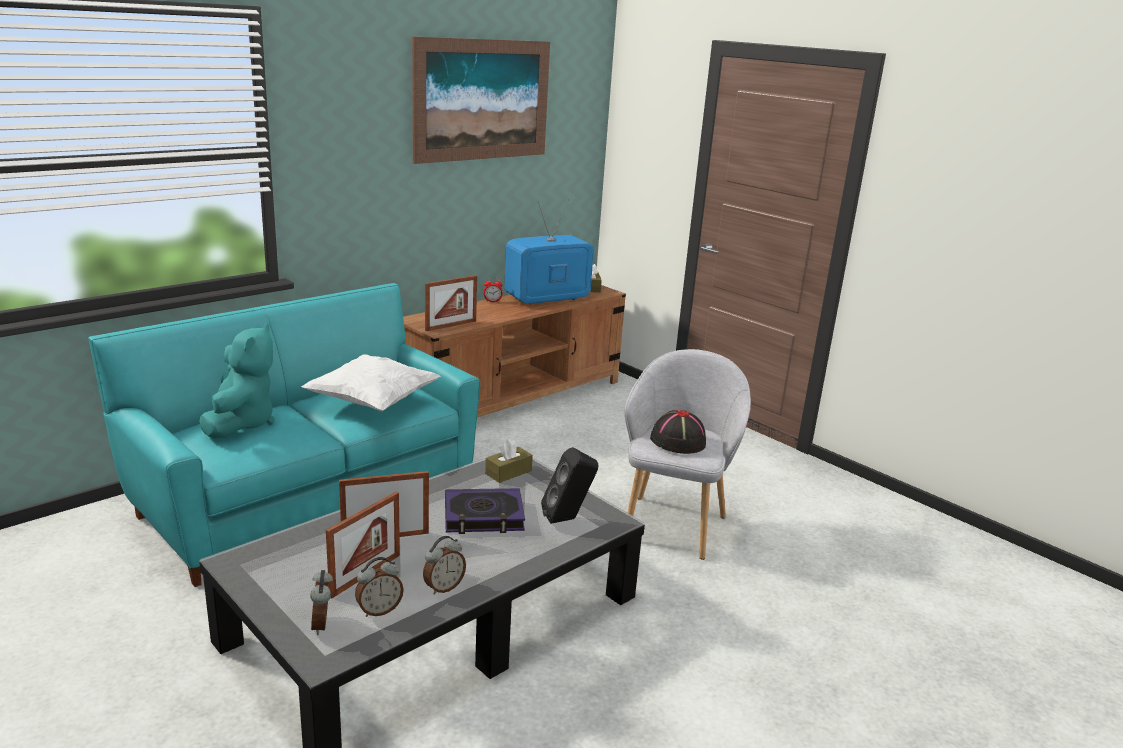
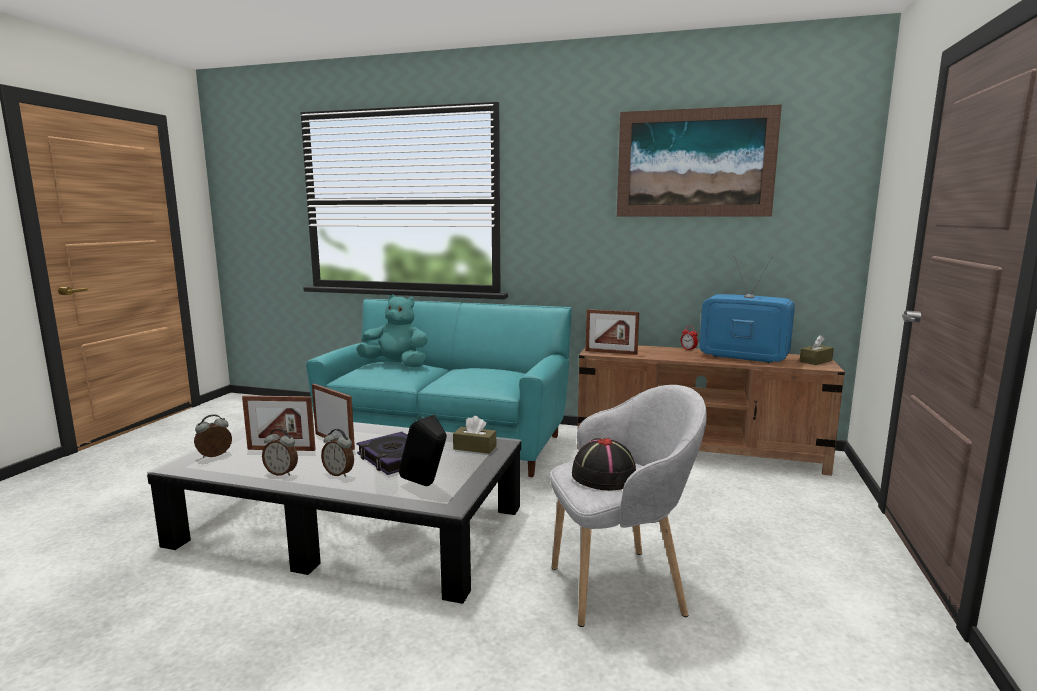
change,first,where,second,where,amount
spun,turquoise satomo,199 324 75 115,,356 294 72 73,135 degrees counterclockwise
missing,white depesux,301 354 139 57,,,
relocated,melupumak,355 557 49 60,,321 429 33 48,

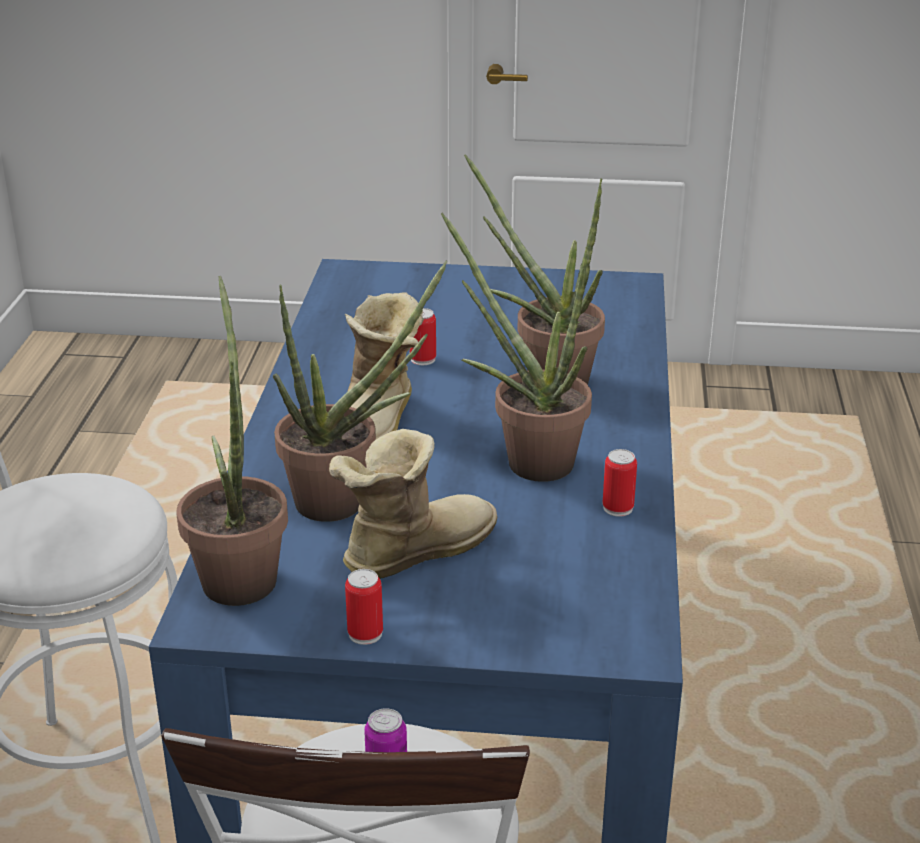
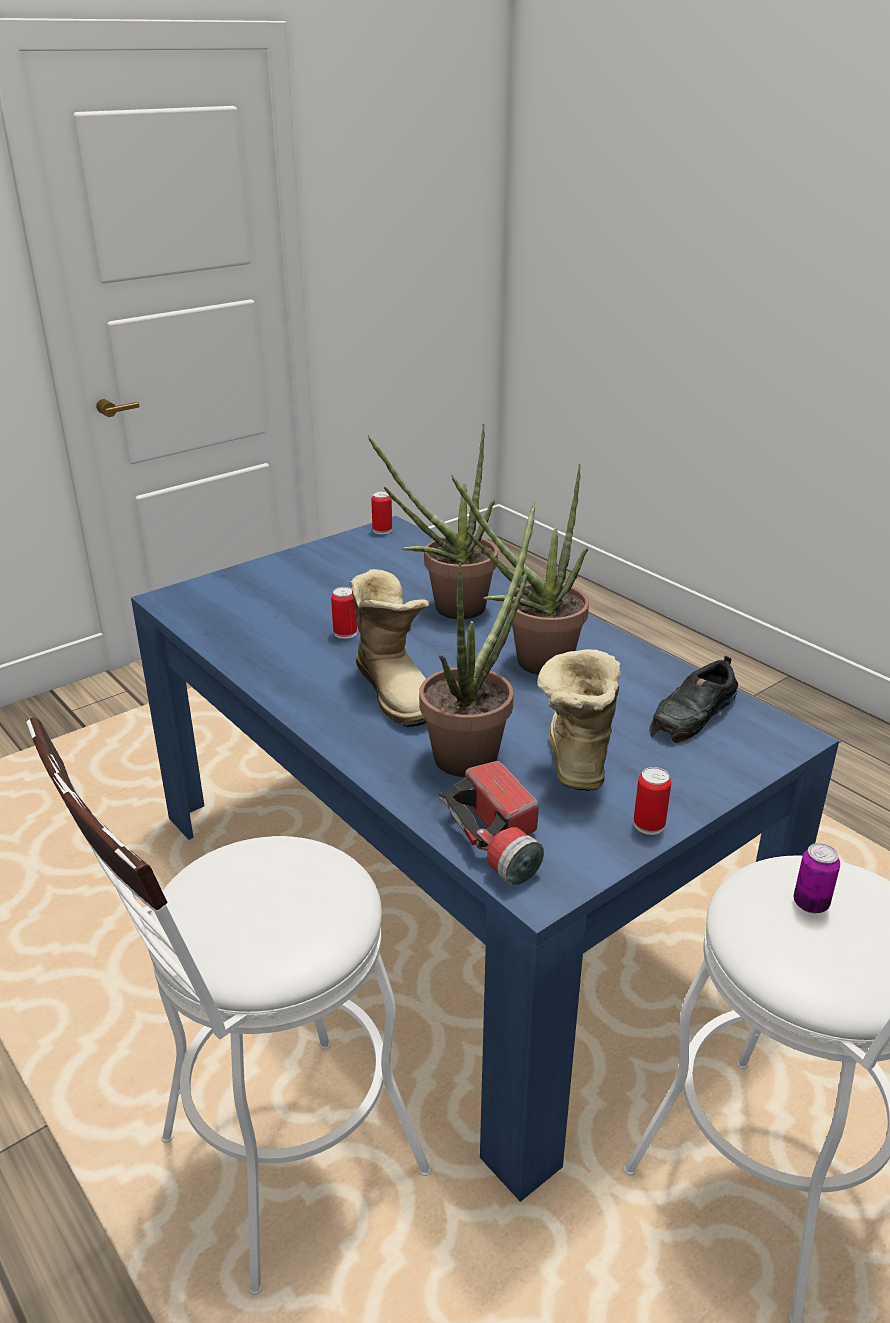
change,first,where,second,where,amount
exchanged,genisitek,176 276 112 330,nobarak,439 761 105 125,
relocated,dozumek,603 449 34 68,,371 491 21 44,
appeared,,,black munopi,649 655 89 88,

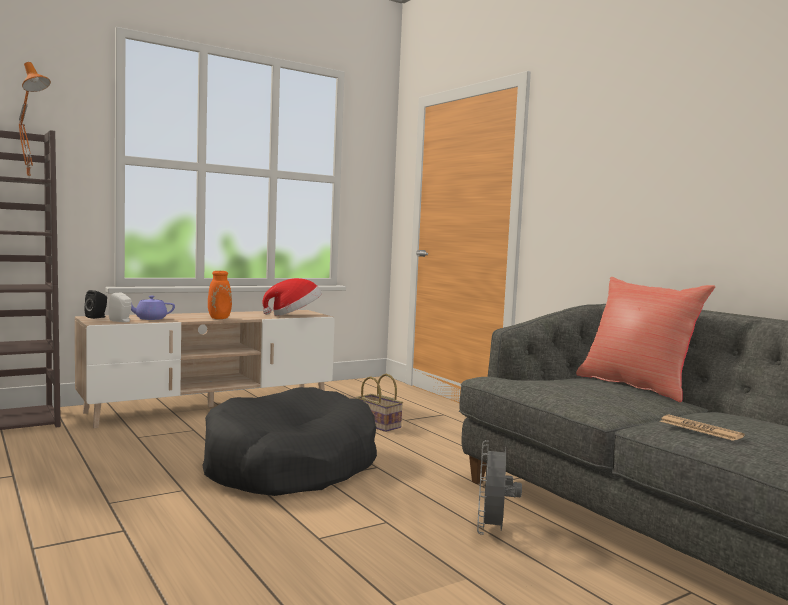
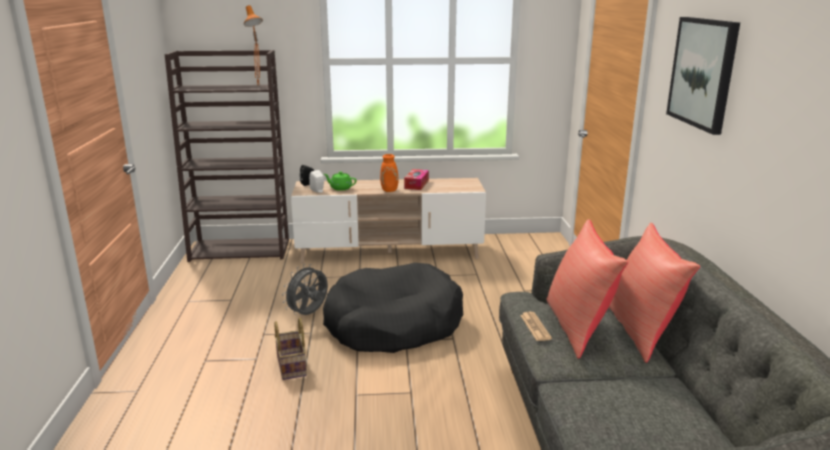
change,first,where,second,where,amount
colour,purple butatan,131 296 44 24,green butatan,324 172 33 19,
missing,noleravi,262 278 60 38,,,
relocated,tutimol,355 373 48 59,,274 317 33 63,
relocated,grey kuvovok,477 440 45 95,,282 264 46 51,
relocated,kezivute,660 415 84 26,,520 312 32 29,
appeared,,,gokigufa,404 169 25 21,
appeared,,,red depesux,546 219 82 140,
appeared,,,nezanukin,666 17 74 118,

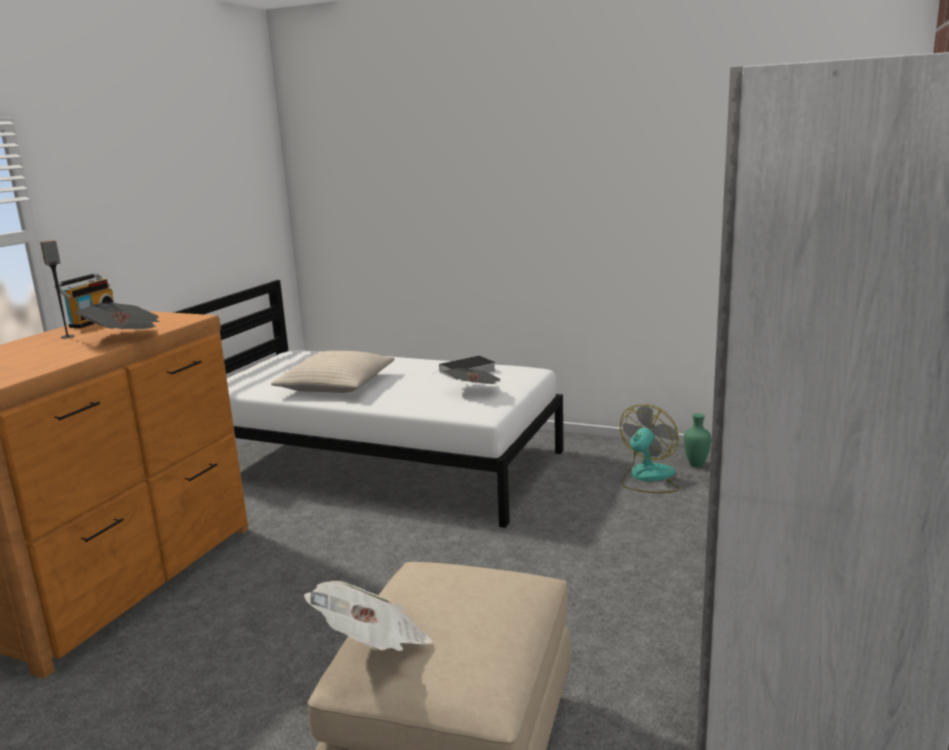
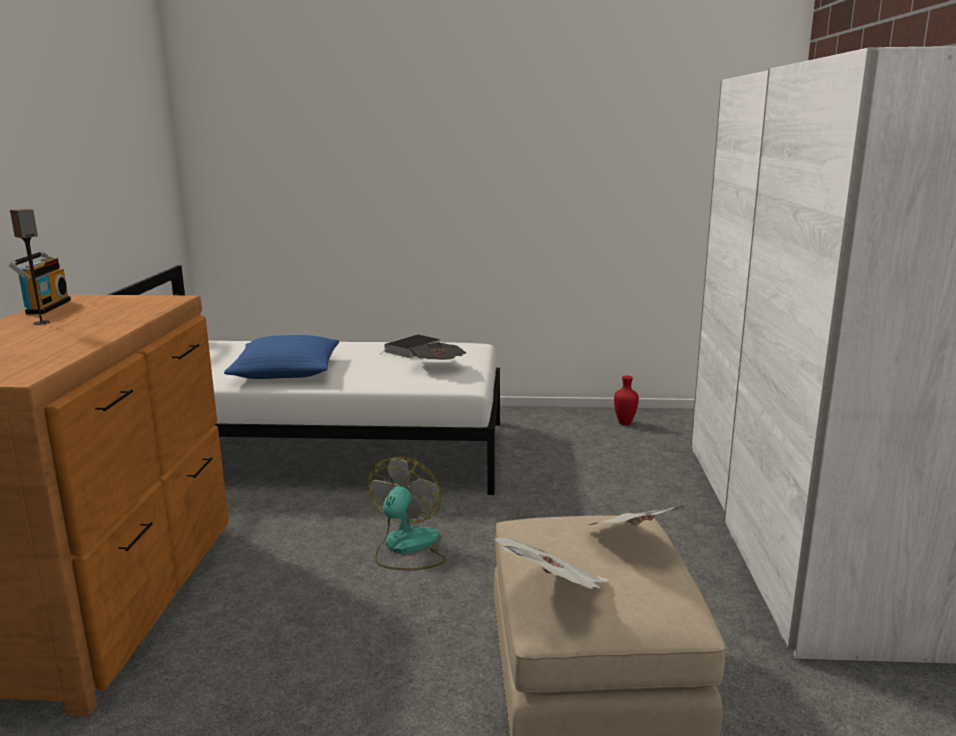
change,first,where,second,where,amount
relocated,kezivute,76 303 84 26,,589 506 96 20,
colour,beige depesux,271 351 124 42,blue depesux,224 335 115 44,
relocated,kuvovok,620 404 59 89,,368 457 78 113,
colour,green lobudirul,684 413 27 54,red lobudirul,614 376 25 49,

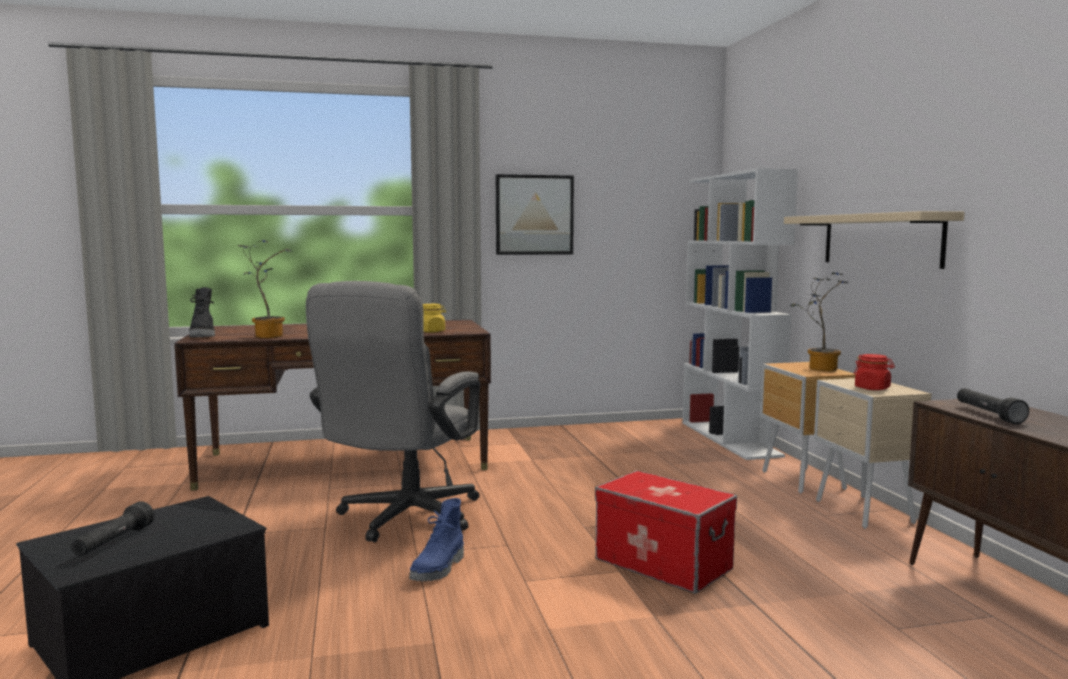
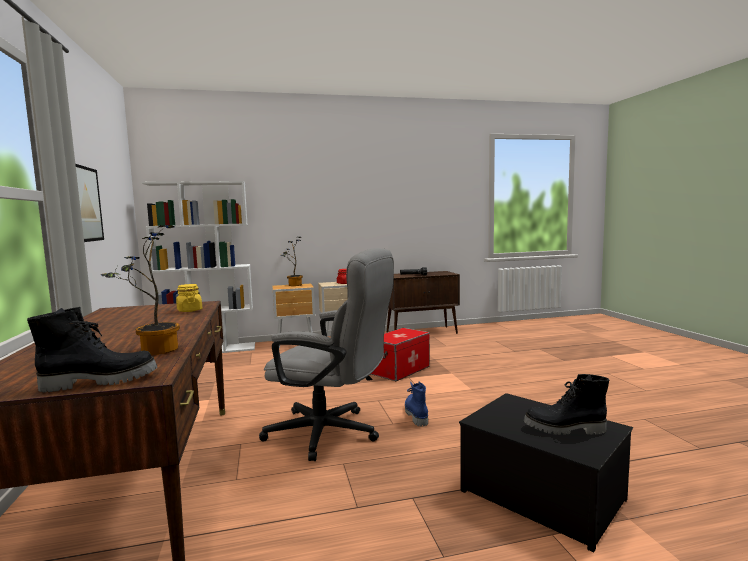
change,first,where,second,where,amount
exchanged,black nobarak,71 501 83 55,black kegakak,524 374 85 61,
spun,blue kegakak,409 498 55 83,,405 382 23 45,120 degrees counterclockwise
missing,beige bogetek,784 211 181 58,,,

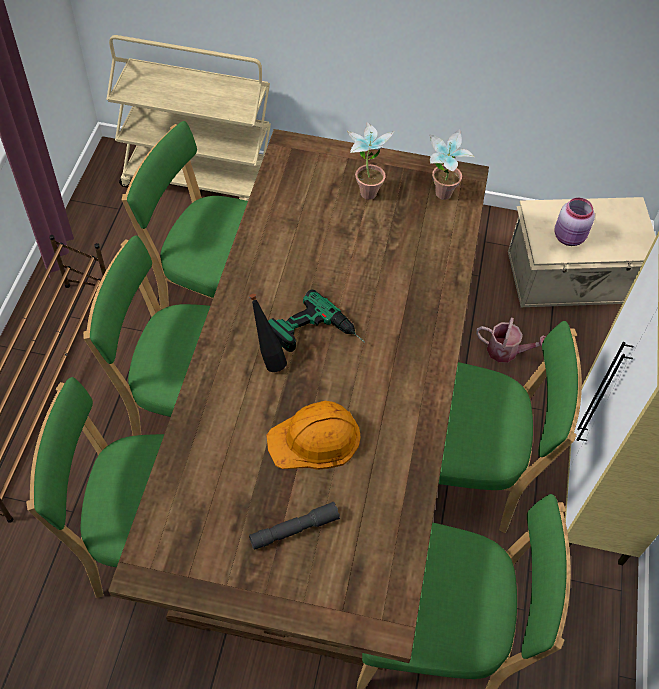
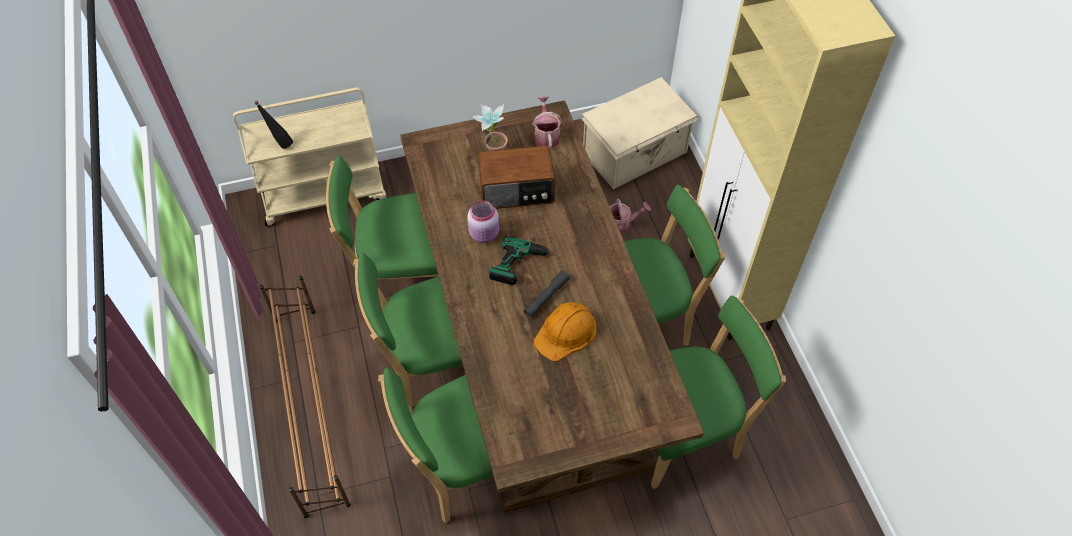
change,first,where,second,where,amount
relocated,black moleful,249 294 38 78,,254 101 39 48,
relocated,grey nobarak,249 502 91 48,,524 270 46 48,
exchanged,genisitek,430 129 44 71,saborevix,533 96 29 54,
relocated,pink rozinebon,554 198 41 48,,467 201 32 42,
appeared,,,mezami,478 146 77 63,

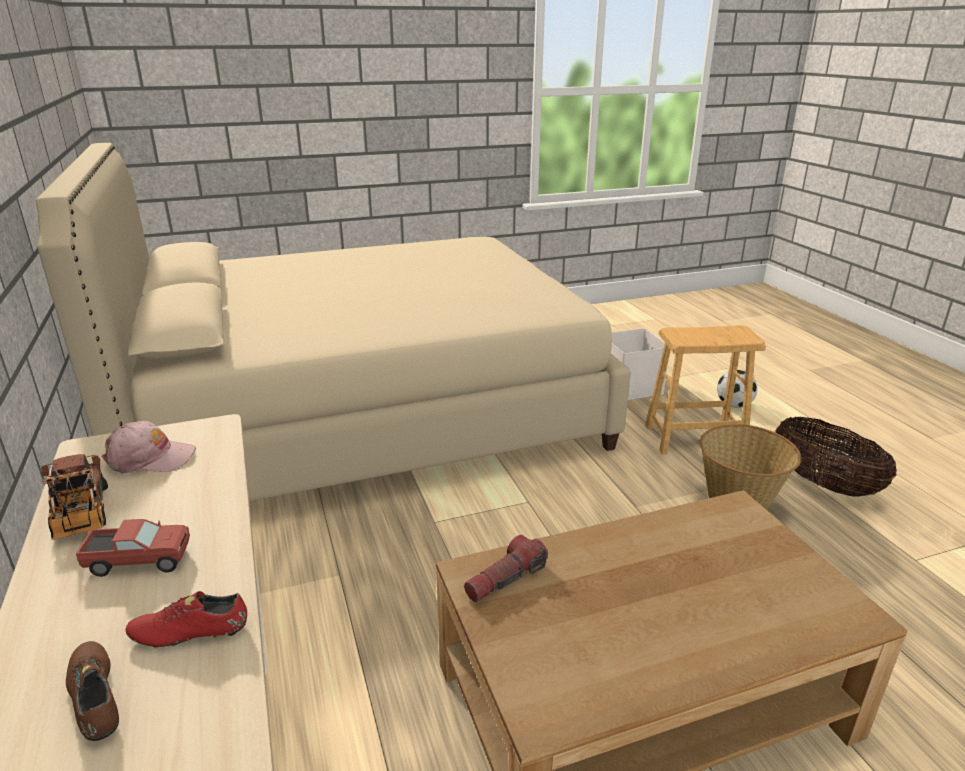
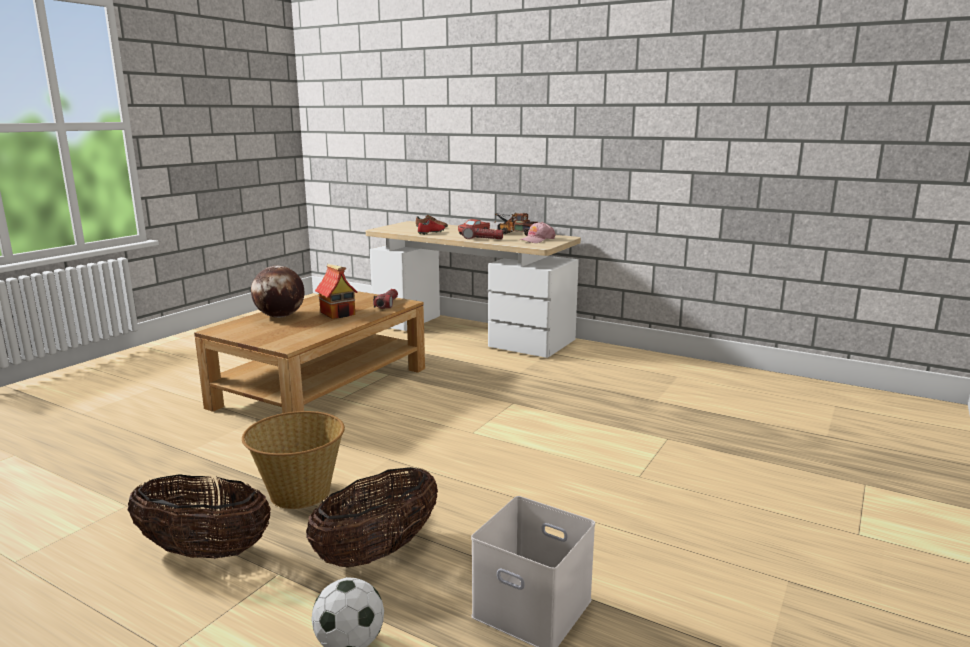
change,first,where,second,where,amount
missing,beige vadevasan,36 143 595 358,,,
exchanged,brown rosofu,645 325 121 129,tutimol,306 467 132 101,
appeared,,,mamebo,251 266 53 52,
appeared,,,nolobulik,315 264 43 55,
appeared,,,nobarak,462 226 41 13,

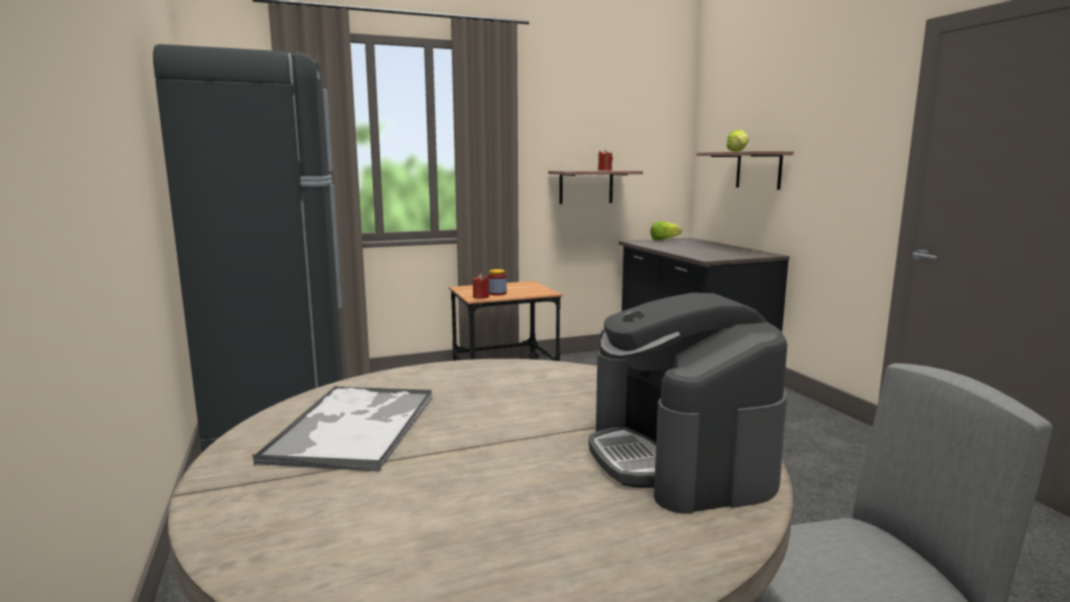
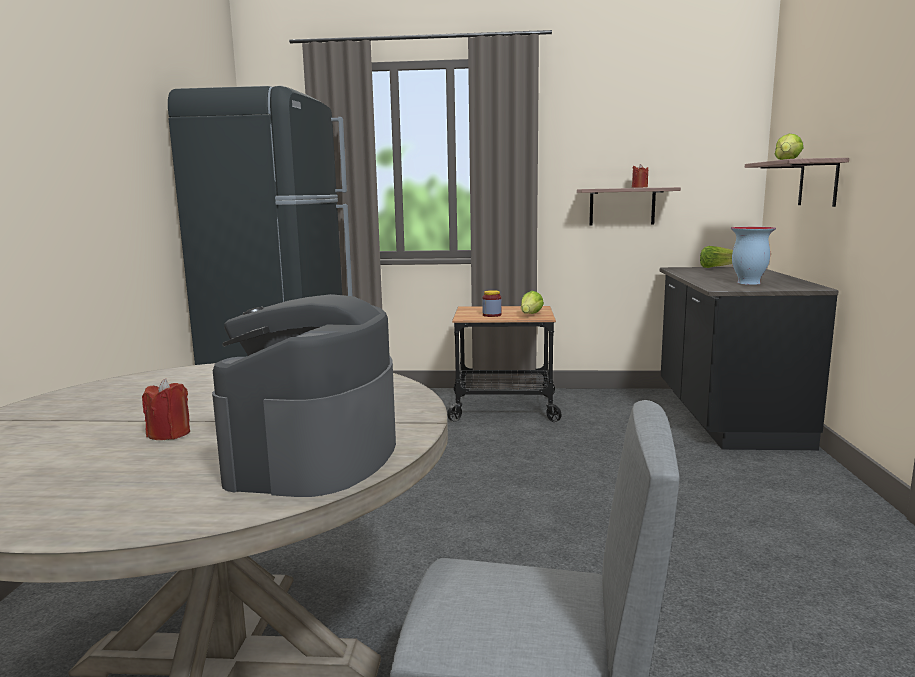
change,first,where,second,where,amount
missing,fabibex,252 385 181 87,,,
relocated,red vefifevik,473 273 16 26,,142 379 48 61,
appeared,,,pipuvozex,521 291 23 23,
appeared,,,lobudirul,731 227 45 58,

